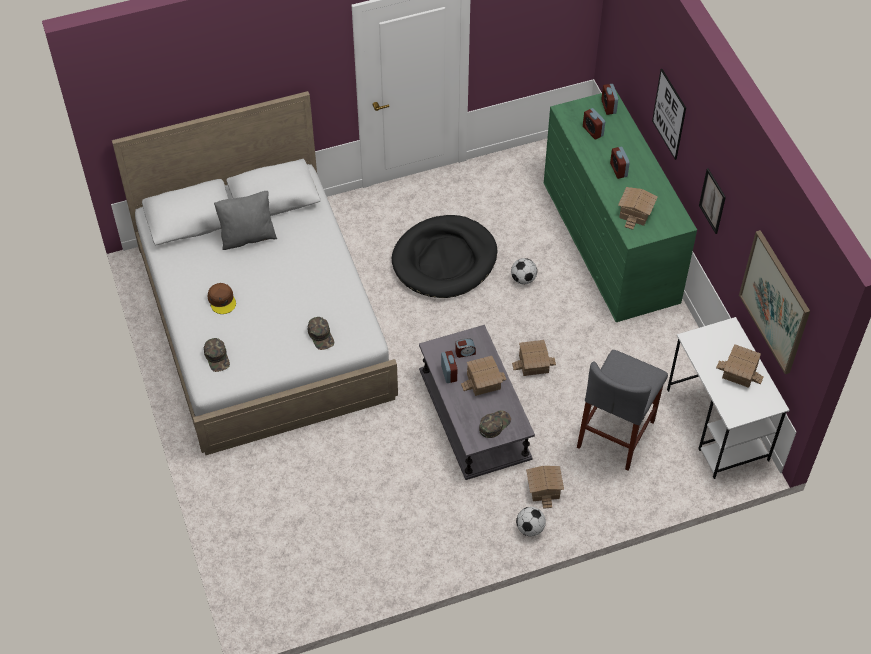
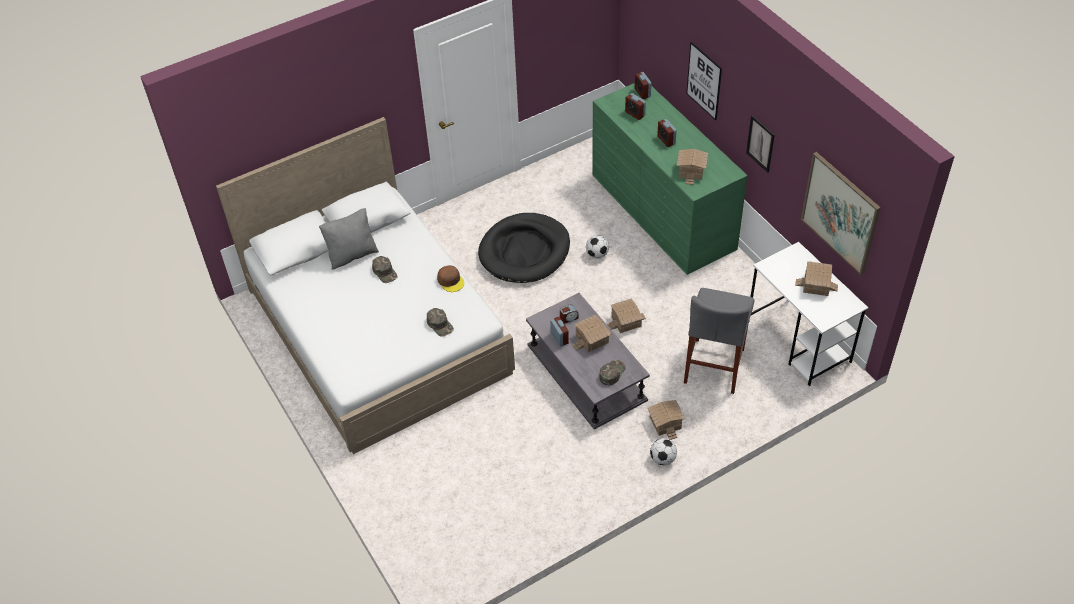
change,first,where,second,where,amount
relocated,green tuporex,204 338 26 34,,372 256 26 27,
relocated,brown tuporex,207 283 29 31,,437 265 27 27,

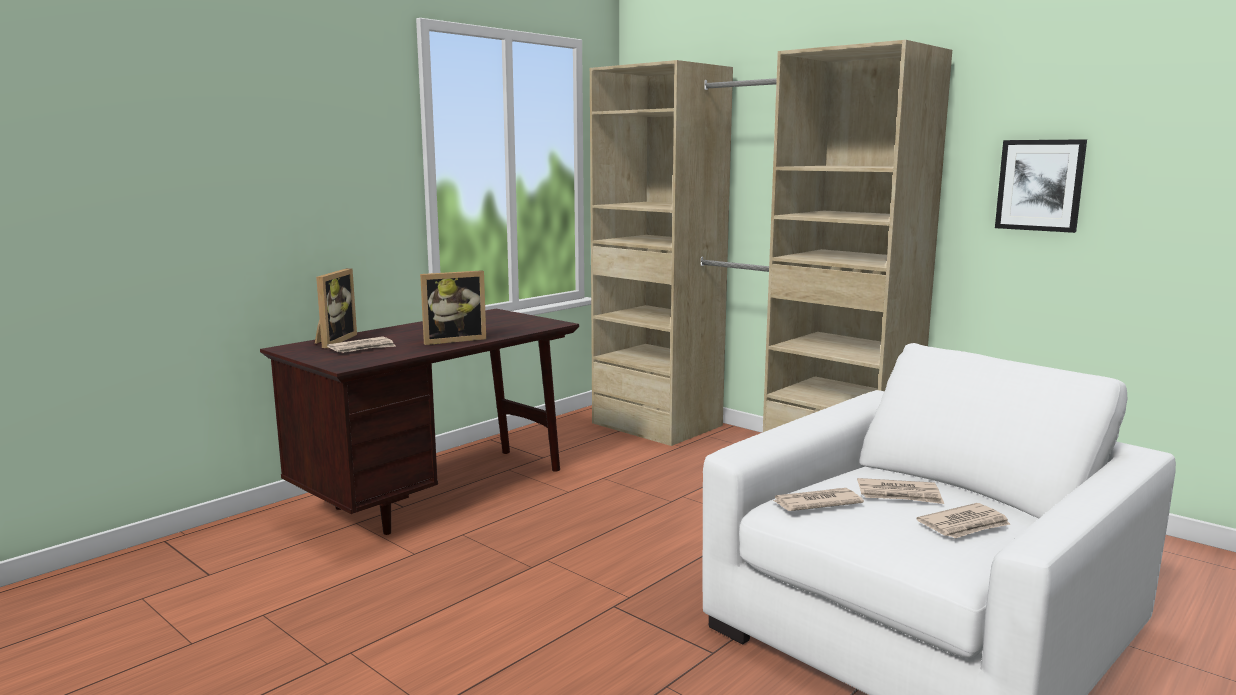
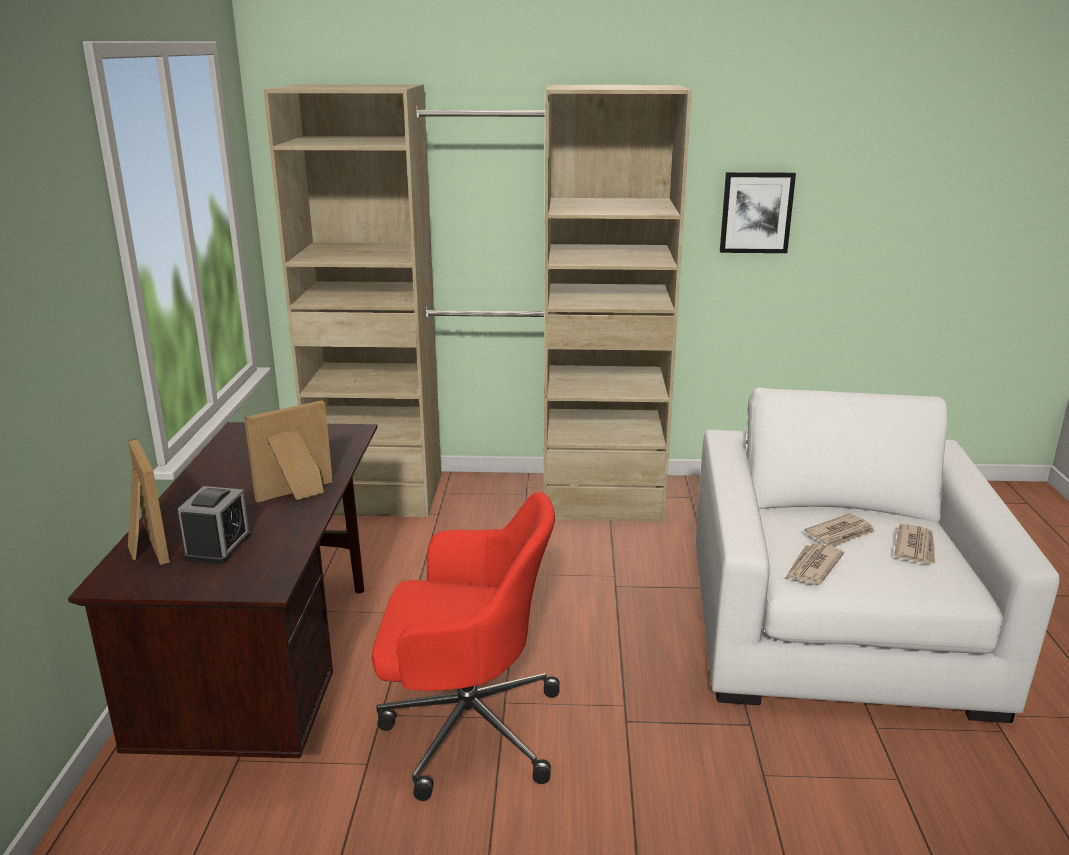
change,first,where,second,where,amount
exchanged,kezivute,327 336 69 17,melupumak,178 486 73 78,
spun,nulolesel,420 270 66 75,,244 400 89 103,150 degrees counterclockwise
appeared,,,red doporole,372 492 188 309,

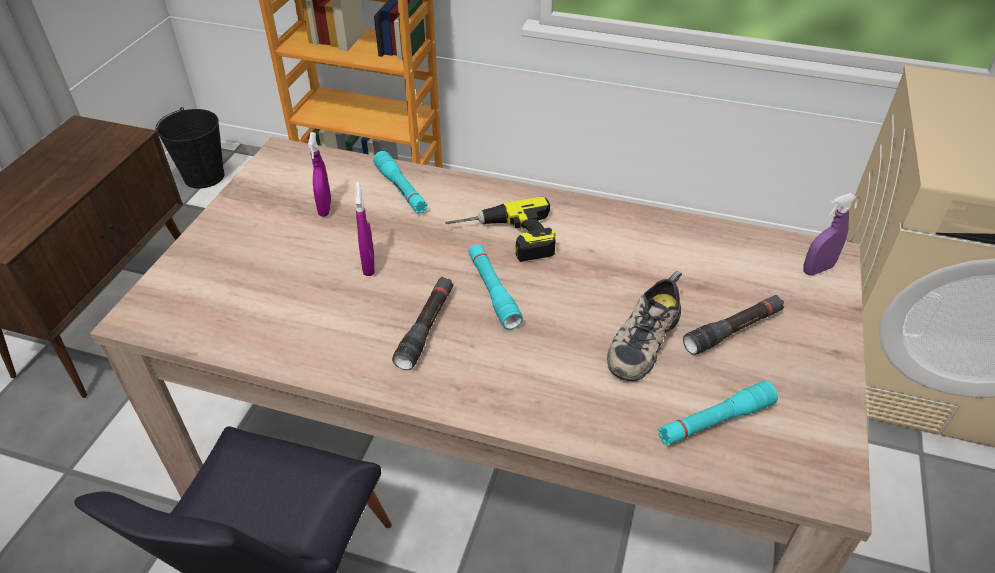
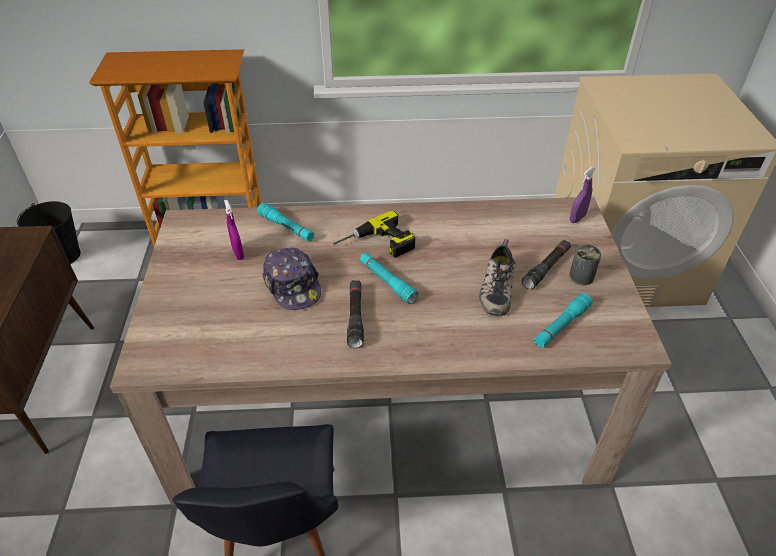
change,first,where,second,where,amount
exchanged,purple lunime,355 182 20 94,tuporex,262 248 59 62,
appeared,,,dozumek,569 244 32 41,

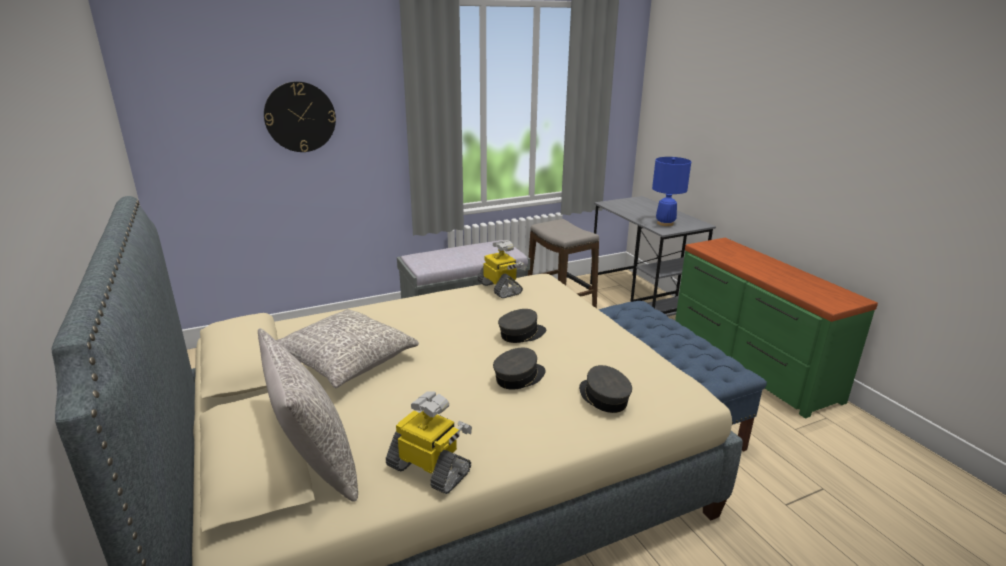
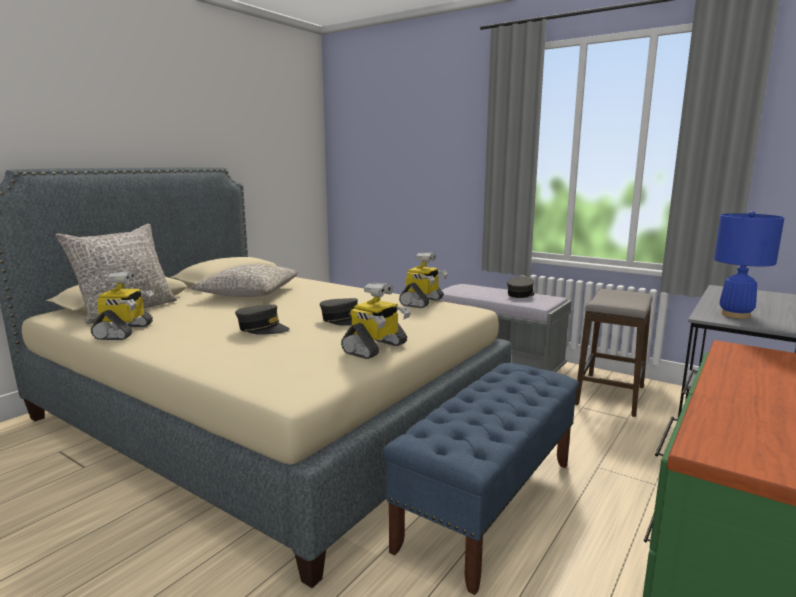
change,first,where,second,where,amount
missing,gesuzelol,264 81 72 71,,,
relocated,grey tuporex,579 365 53 48,,507 276 28 22,
appeared,,,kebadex,341 282 70 77,

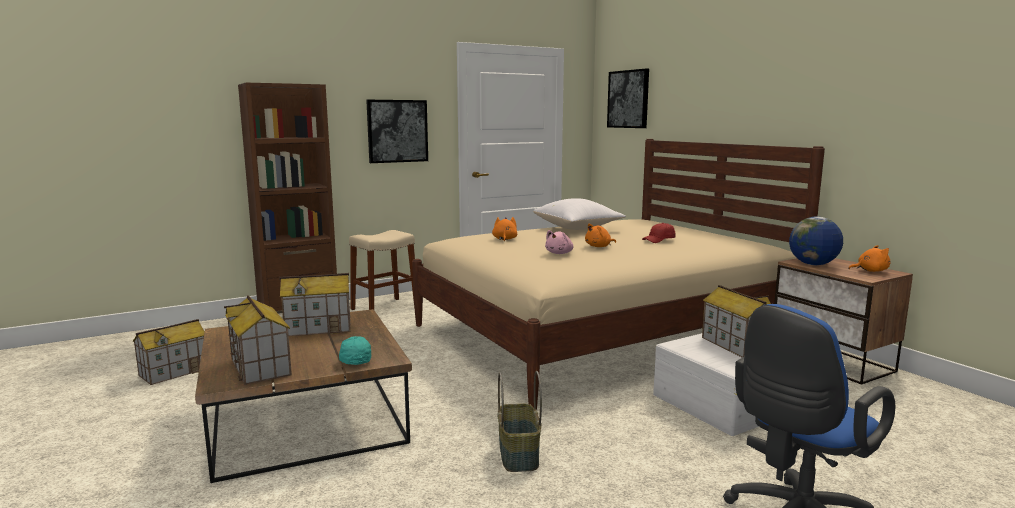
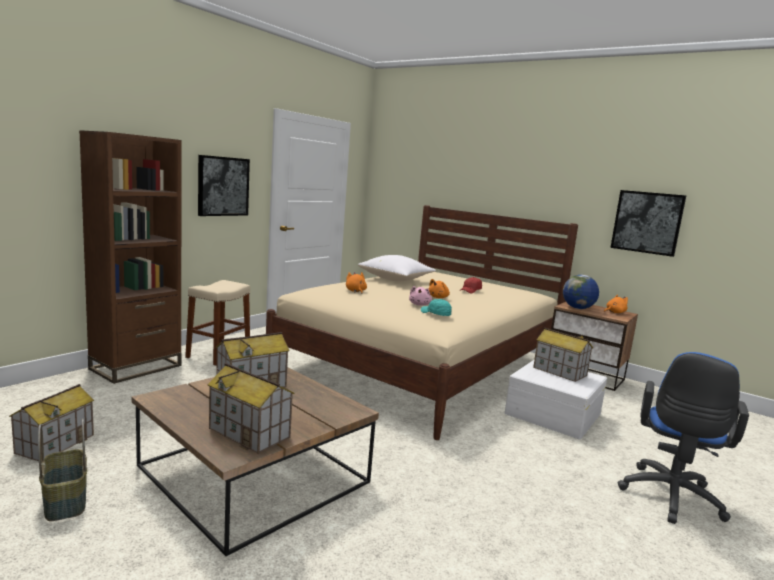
change,first,where,second,where,amount
relocated,turquoise tuporex,339 336 32 29,,421 299 31 17,
relocated,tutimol,497 371 45 101,,38 418 49 103,
relocated,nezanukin,607 69 42 59,,610 190 76 67,

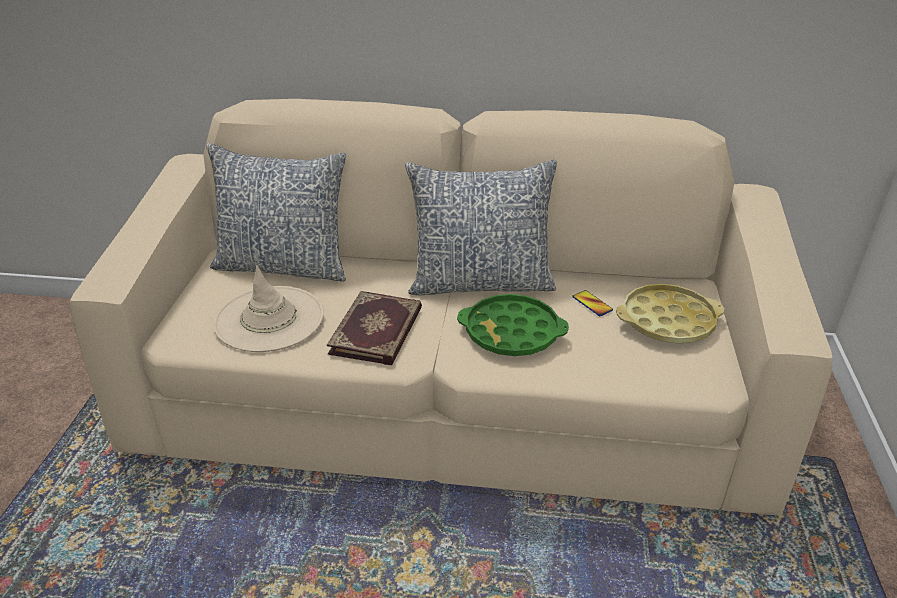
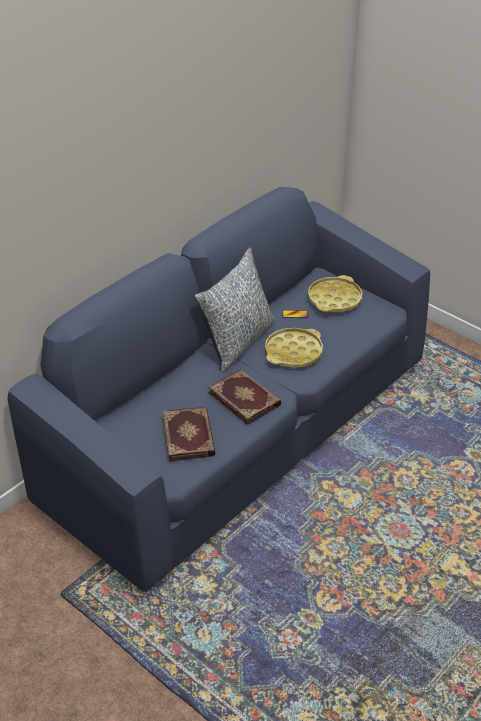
change,first,where,second,where,amount
colour,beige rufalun,70 99 762 417,blue rufalun,8 187 422 405,
missing,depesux,206 143 140 139,,,
exchanged,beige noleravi,213 265 111 87,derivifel,162 407 54 54,
colour,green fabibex,457 294 112 62,yellow fabibex,265 328 58 40,

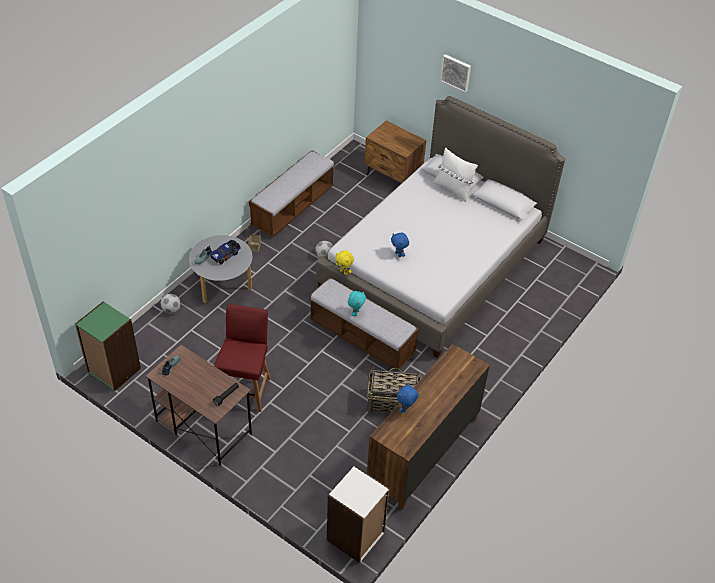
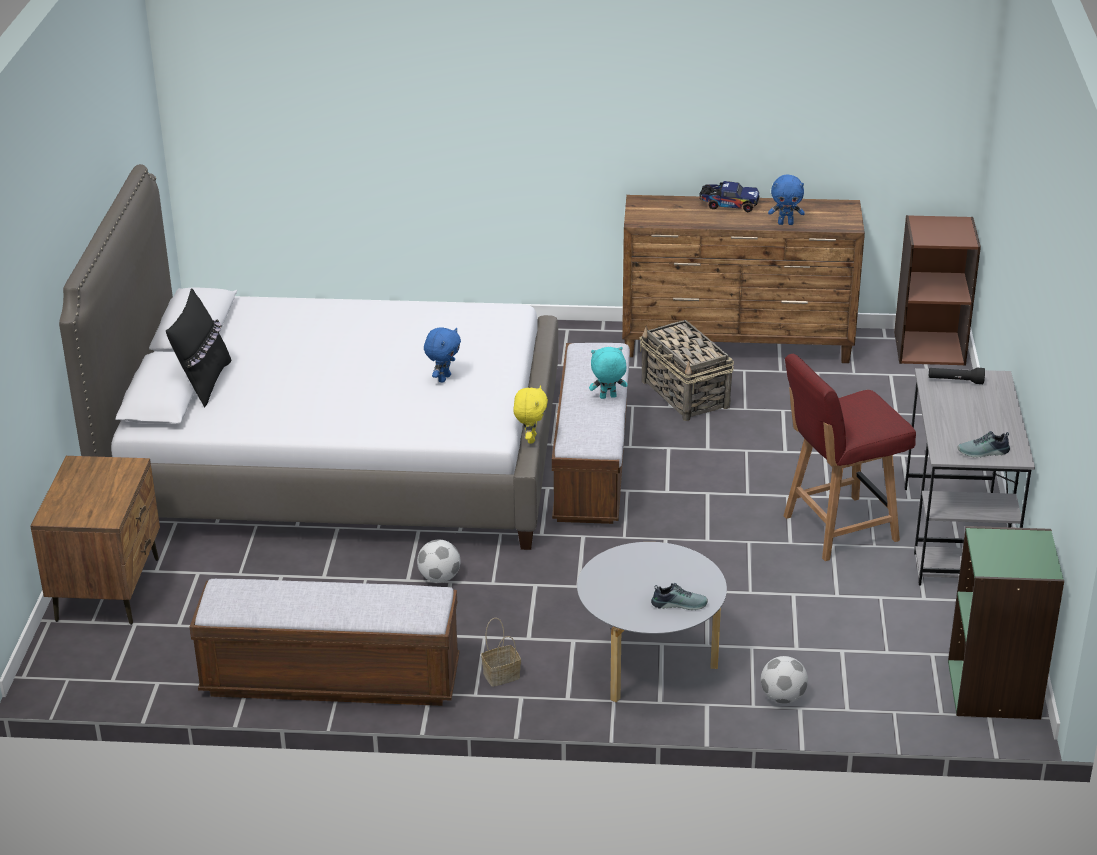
change,first,where,second,where,amount
colour,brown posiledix,146 345 106 121,grey posiledix,905 368 130 218,
relocated,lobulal,210 240 31 24,,699 181 60 31,
colour,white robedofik,327 465 63 98,brown robedofik,894 215 87 151,
colour,white depesux,433 147 45 55,black depesux,166 288 65 119,
missing,nezanukin,440 54 31 39,,,

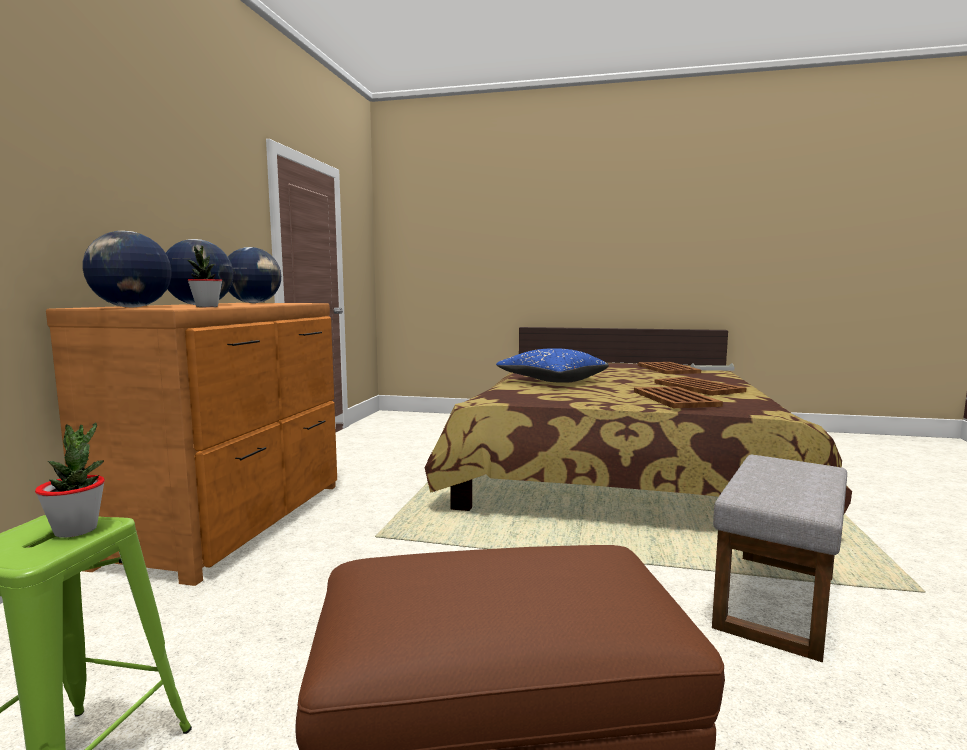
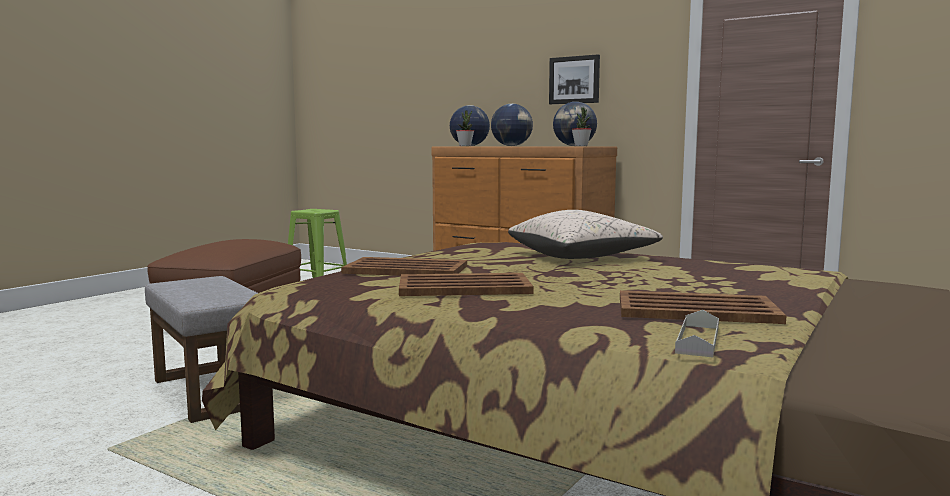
change,first,where,second,where,amount
relocated,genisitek,35 422 70 116,,572 107 20 39,
colour,blue depesux,496 348 113 35,beige depesux,508 210 155 49,
appeared,,,nezanukin,549 54 51 50,

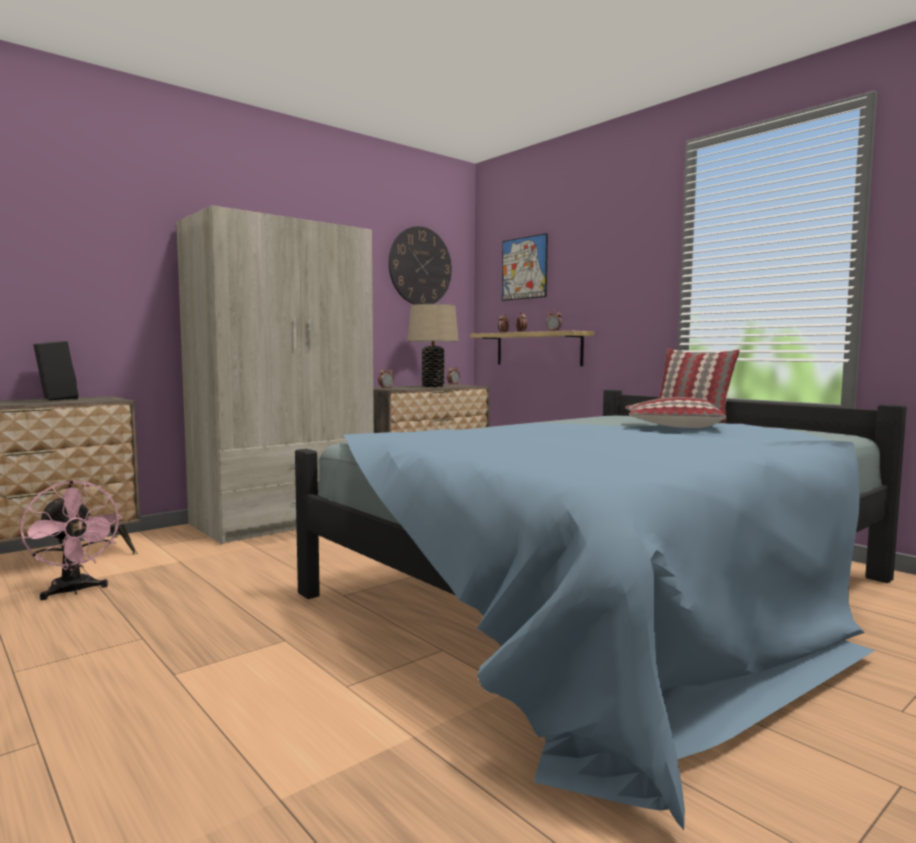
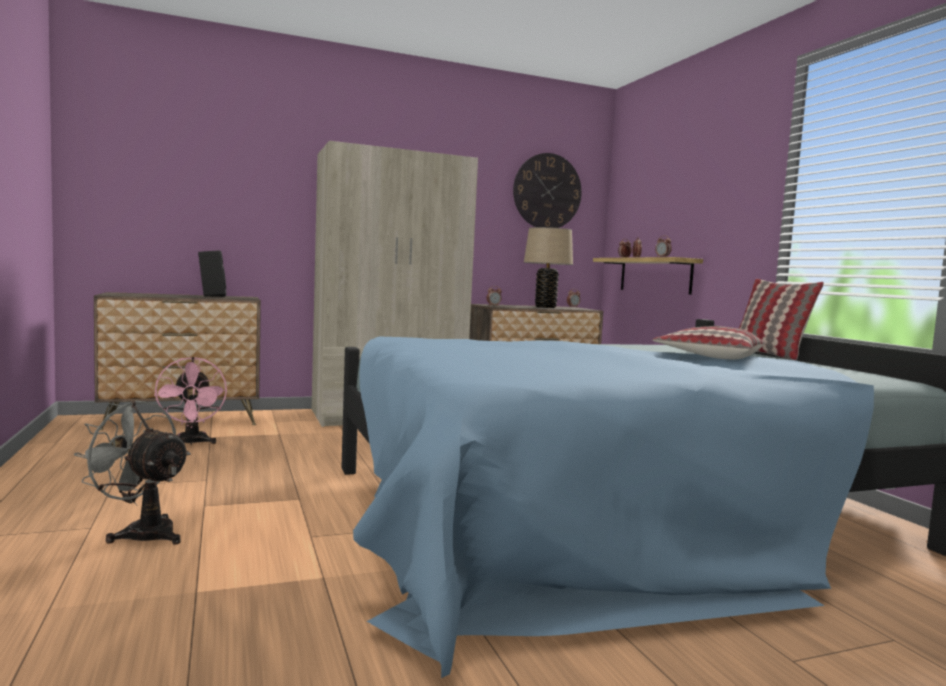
change,first,where,second,where,amount
missing,nezanukin,502 233 46 68,,,
appeared,,,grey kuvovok,74 400 117 145,

